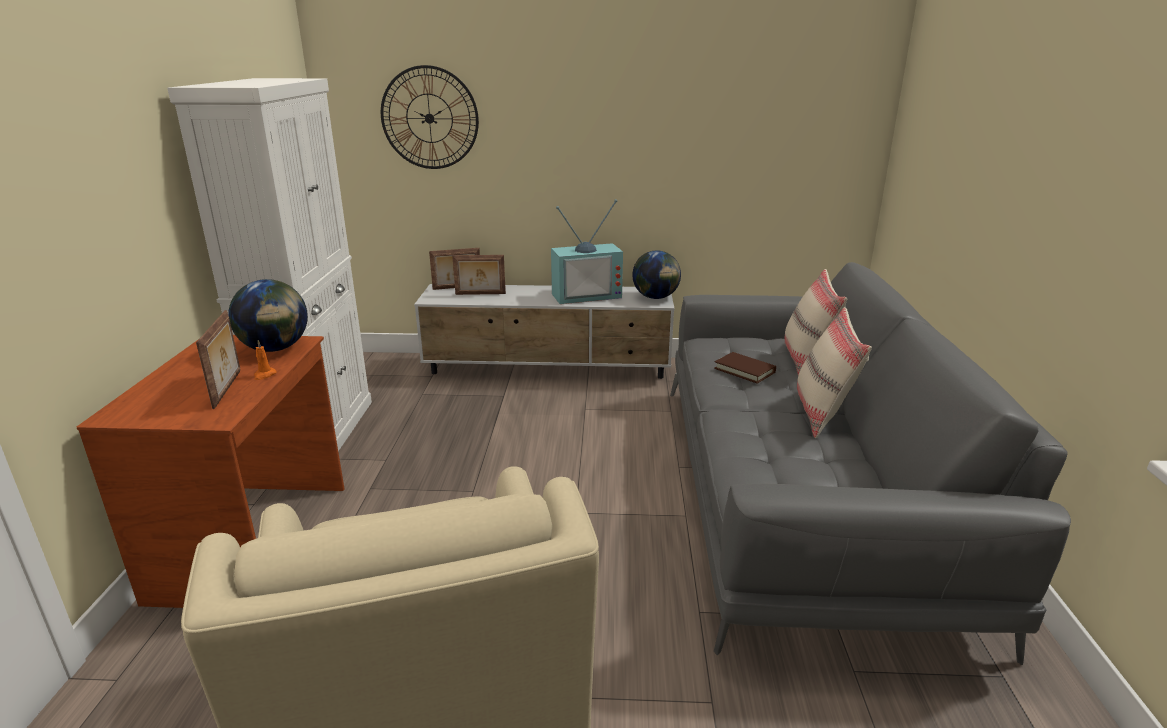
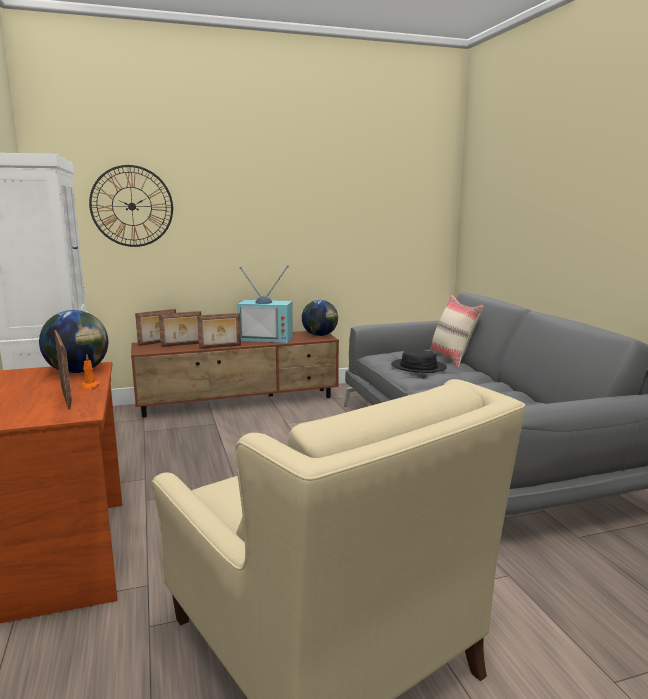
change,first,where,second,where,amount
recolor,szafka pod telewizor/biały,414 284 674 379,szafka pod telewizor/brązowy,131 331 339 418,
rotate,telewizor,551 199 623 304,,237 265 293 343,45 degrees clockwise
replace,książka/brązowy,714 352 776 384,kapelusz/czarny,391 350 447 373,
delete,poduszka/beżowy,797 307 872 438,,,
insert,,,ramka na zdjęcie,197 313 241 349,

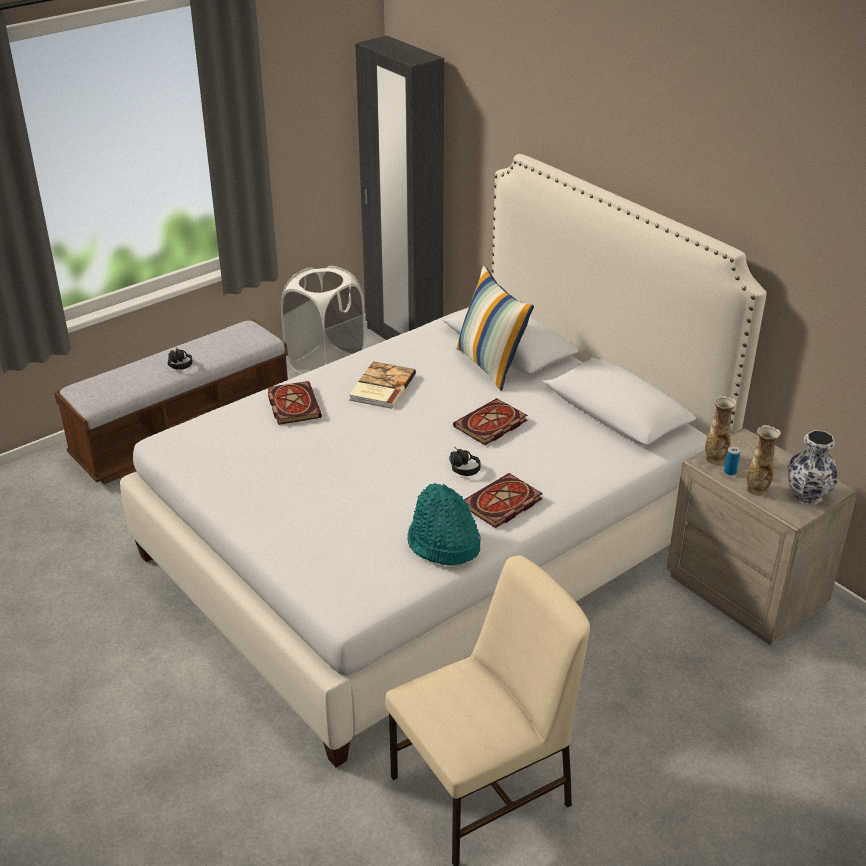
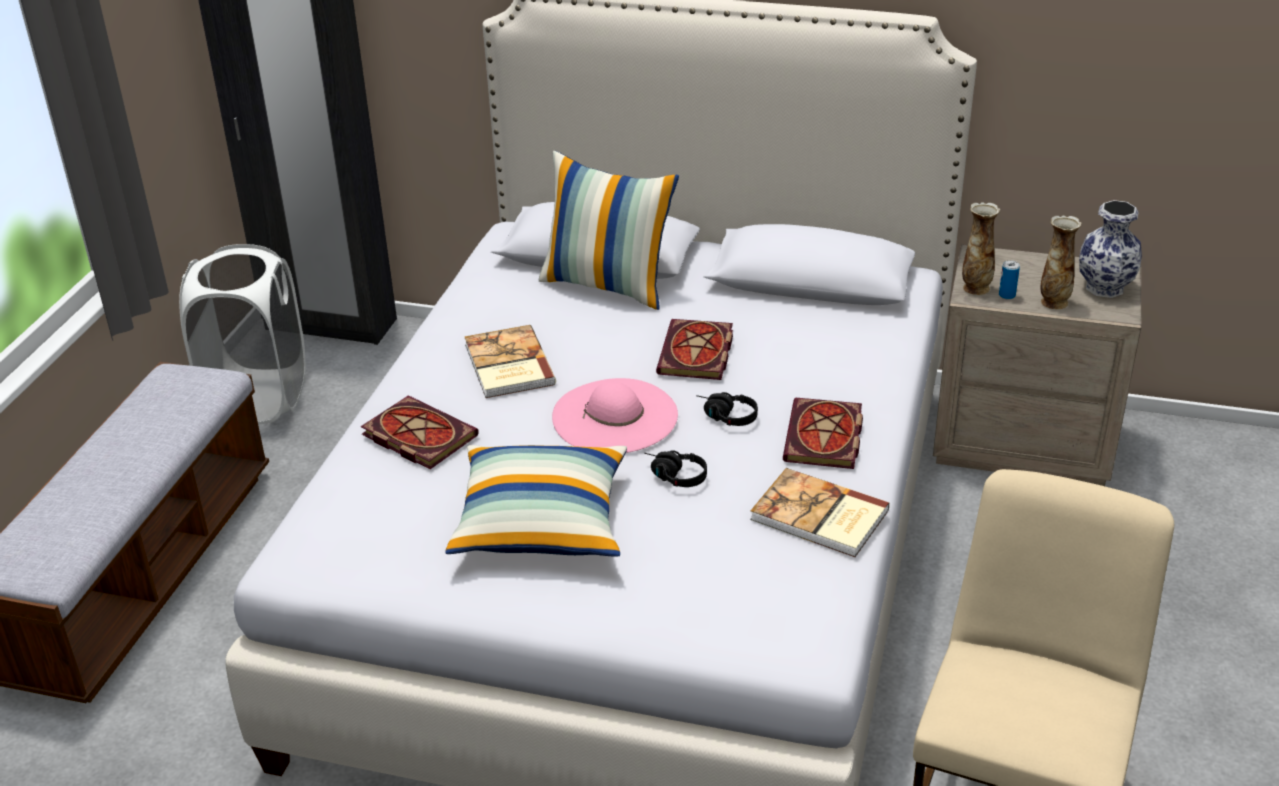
change,first,where,second,where,amount
move,słuchawki/czarny,168 348 193 370,,644 450 707 487,
replace,kapelusz/turkusowy,407 483 481 565,książka,750 468 890 557,
insert,,,poduszka,445 445 627 557,
insert,,,kapelusz/różowy,552 378 678 453,

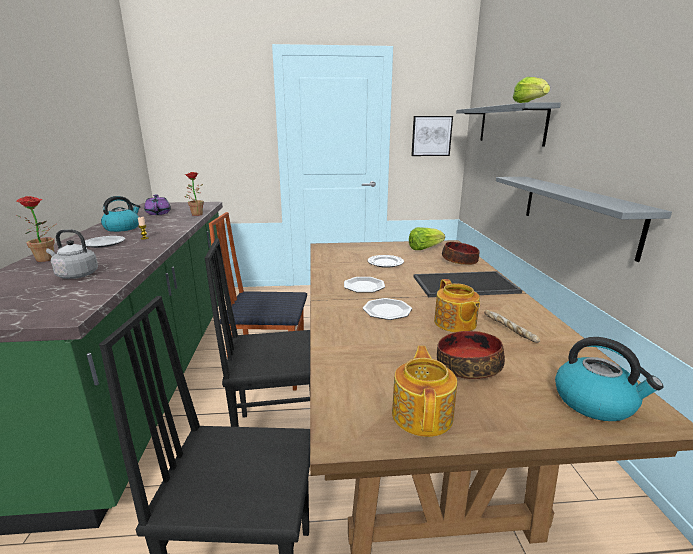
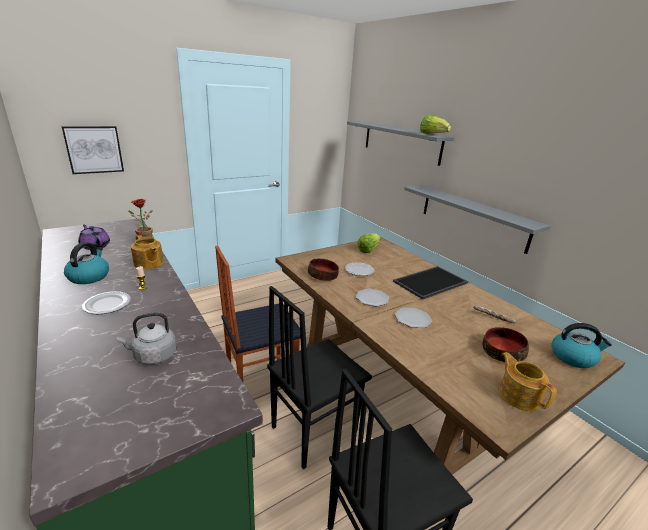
change,first,where,second,where,amount
delete,roślina doniczkowa,16 196 56 262,,,
move,obraz,411 116 453 156,,62 126 124 174,
move,imbryk,434 279 480 332,,131 235 164 270,
move,miska,442 242 480 265,,308 259 339 281,

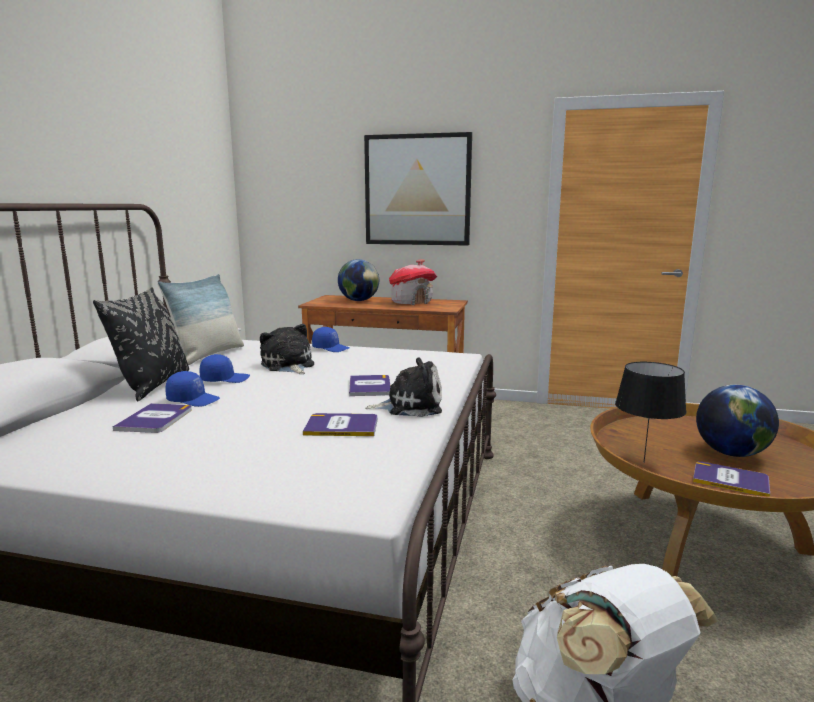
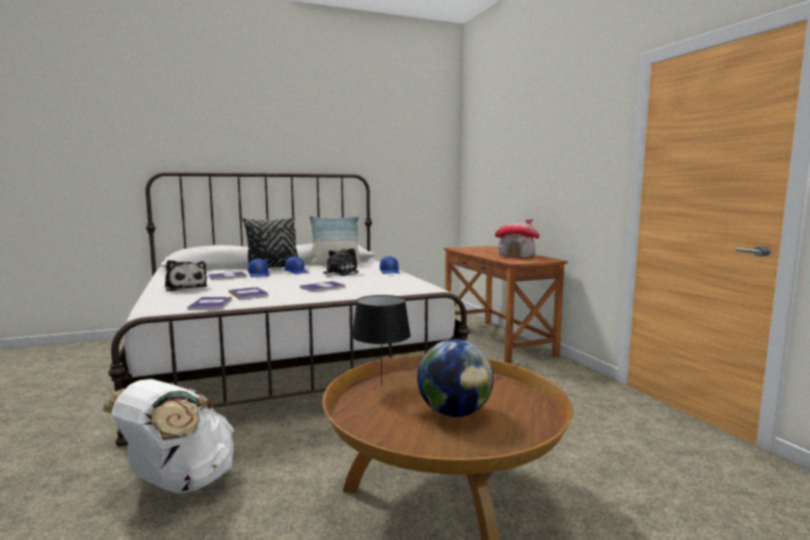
change,first,where,second,where,amount
delete,globus,338 259 379 301,,,
delete,obraz,364 132 472 246,,,
move,pluszak,365 357 442 417,,165 260 207 291,
move,książka,693 461 770 497,,187 297 232 310,

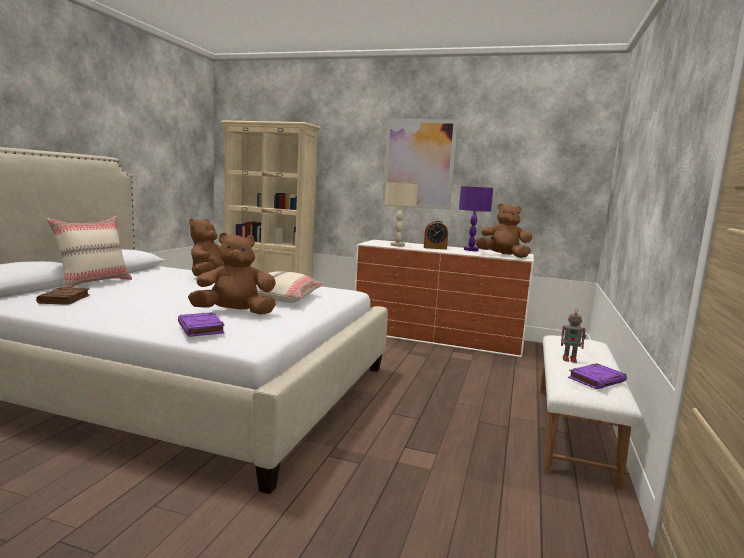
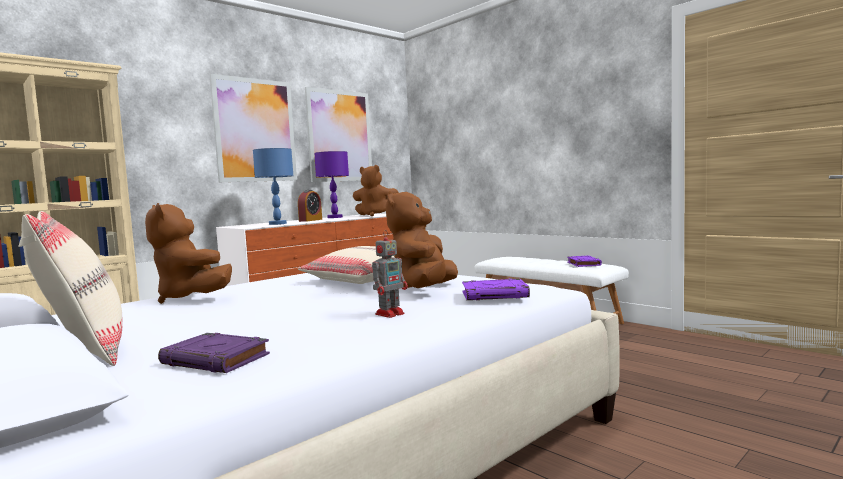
change,first,where,second,where,amount
recolor,książka/brązowy,36 287 90 305,książka/fioletowy,158 333 270 373,
recolor,lampa stołowa/beżowy,385 182 418 247,lampa stołowa/niebieski,253 148 293 225,
rotate,pluszak/brązowy,475 203 532 258,,353 165 399 216,120 degrees counterclockwise
move,robot zabawkowy,561 308 586 363,,372 230 408 318,
insert,,,obraz,305 87 372 182,

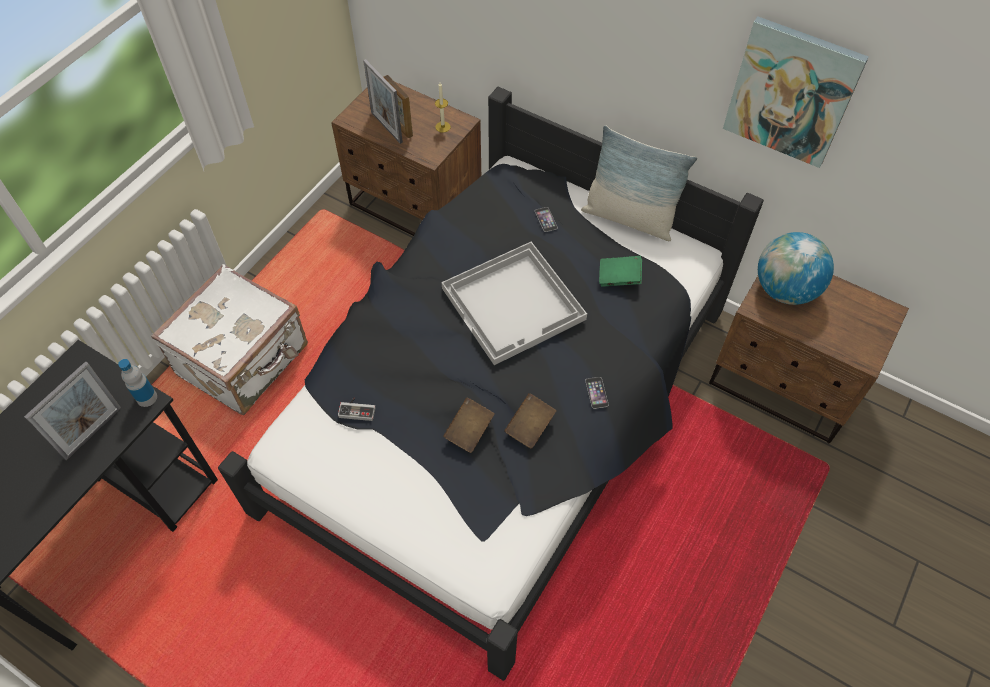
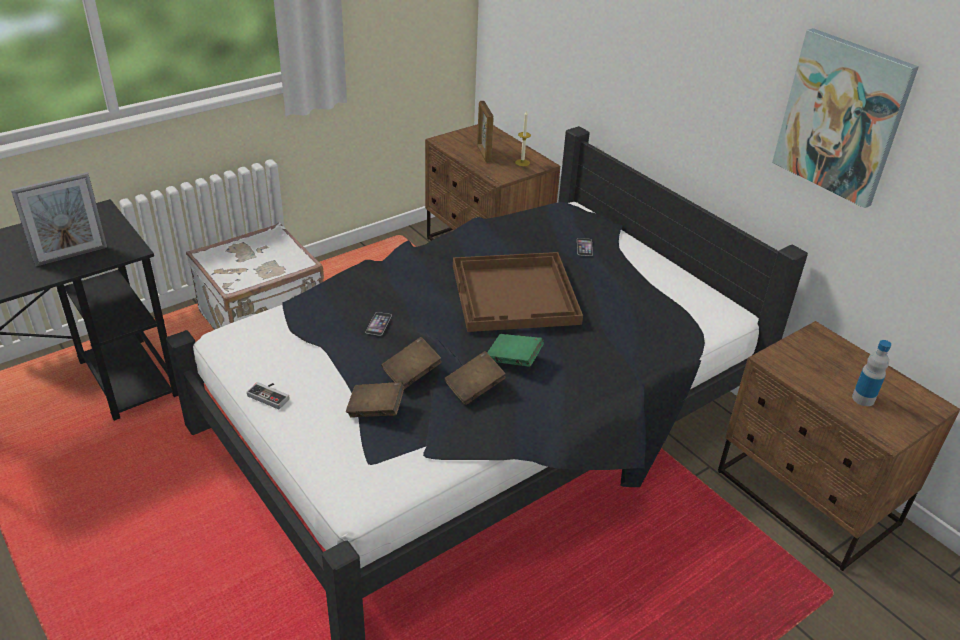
change,first,where,second,where,amount
move,butelka,118 359 157 407,,852 340 891 406,
move,pad do gier,338 398 376 421,,247 382 289 409,
delete,ramka na zdjęcie,363 59 403 144,,,
recolor,taca/biały,442 242 587 365,taca/brązowy,453 252 583 332,
delete,poduszka,581 125 697 241,,,
move,telefon,585 377 609 409,,365 312 392 336,
move,książka/zielony,599 256 642 287,,487 334 544 367,
delete,globus,758 232 834 305,,,
insert,,,książka/brązowy,346 382 404 418,

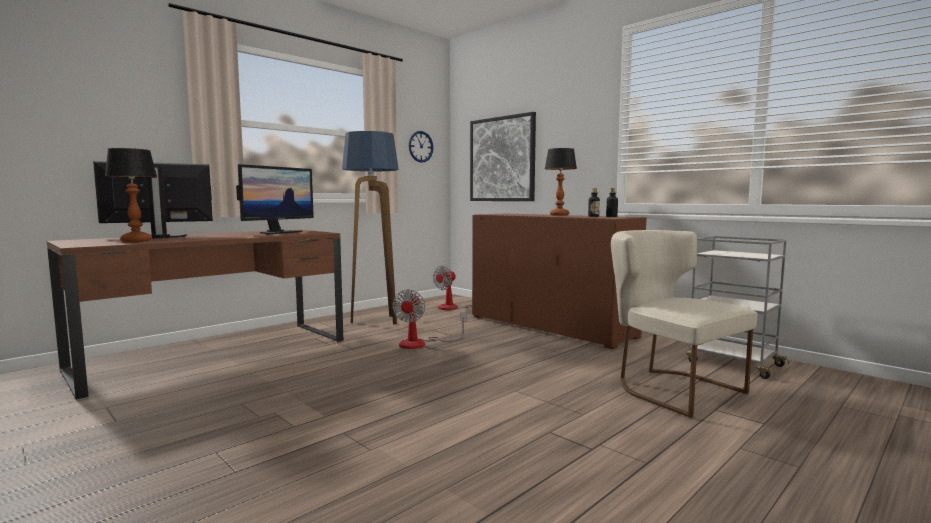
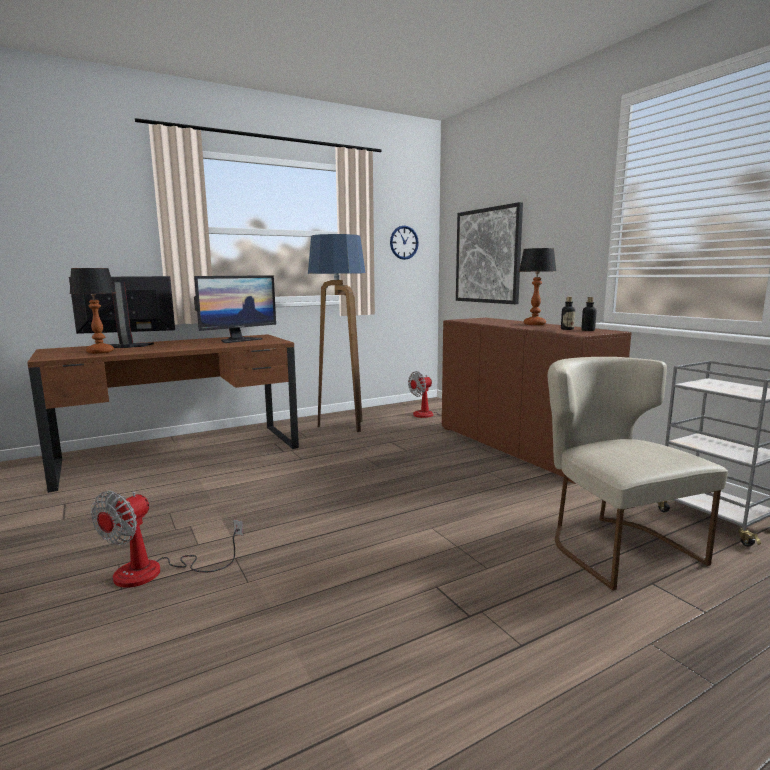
change,first,where,second,where,amount
move,wentylator,392 290 467 349,,91 491 243 587,

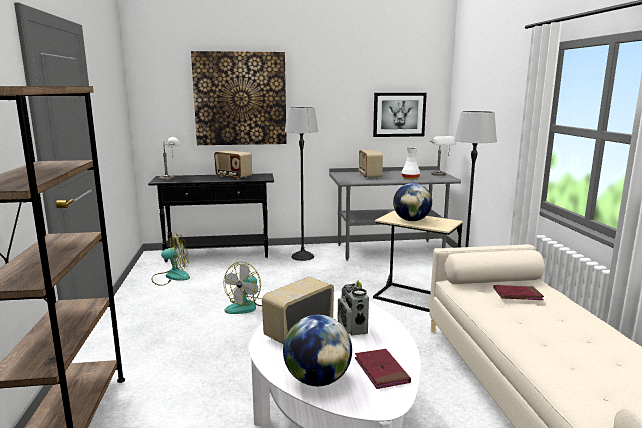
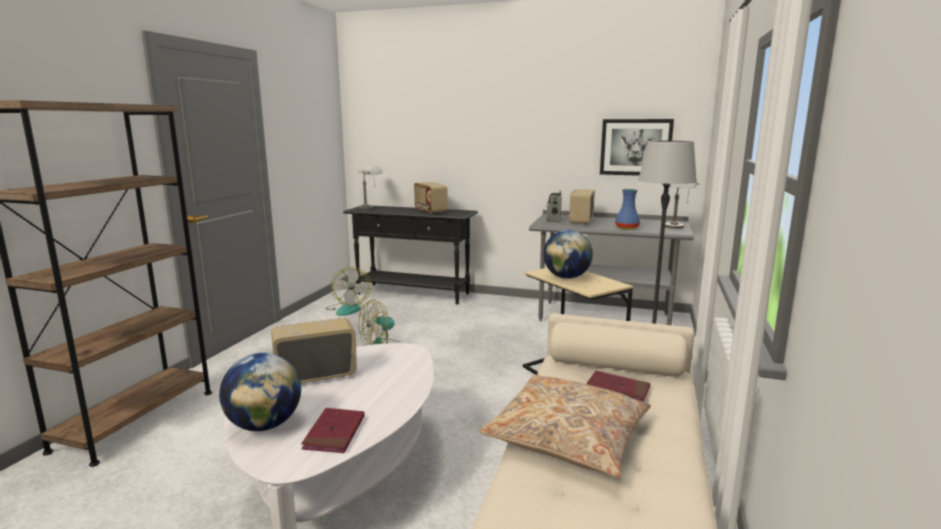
change,first,where,second,where,amount
rotate,wentylator,151 233 190 286,,326 267 371 316,60 degrees clockwise
delete,obraz,191 51 287 145,,,
delete,lampa stojąca,285 107 318 261,,,
move,radio,338 281 369 336,,546 190 562 222,
recolor,wazon/biały,401 148 420 179,wazon/niebieski,615 189 640 230,
insert,,,poduszka/beżowy,479 374 651 478,

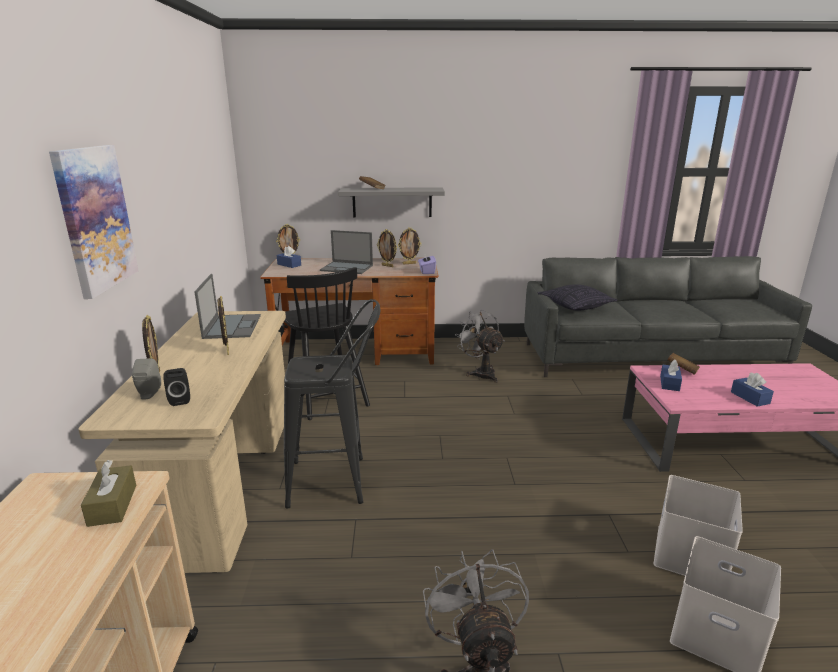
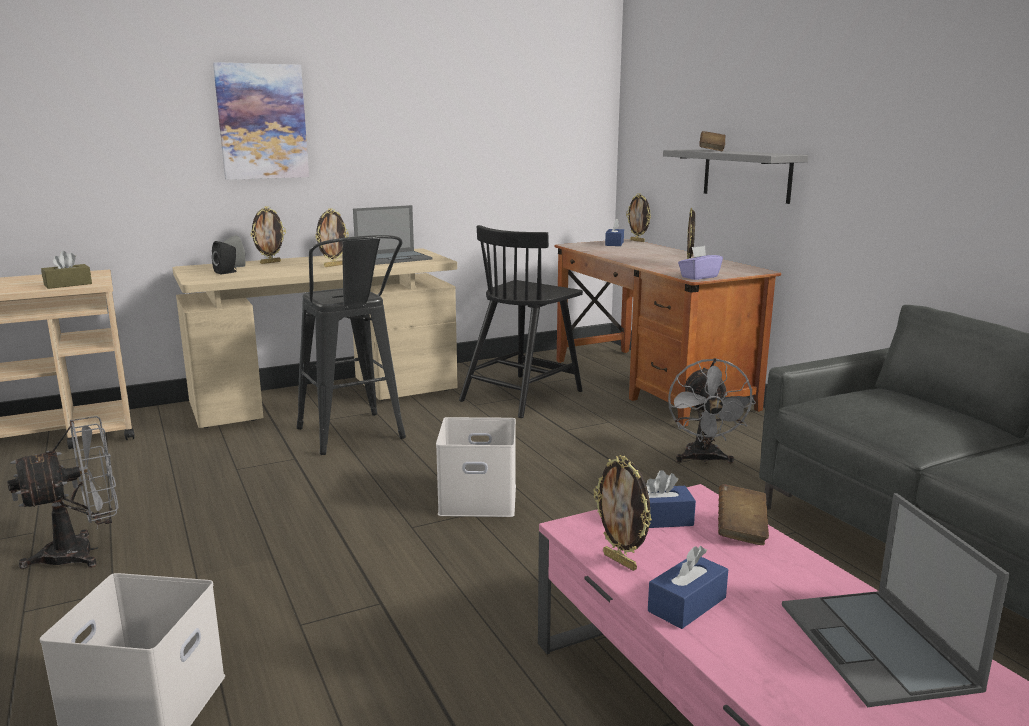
change,first,where,second,where,amount
move,laptop,320 230 373 274,,782 493 1010 707,
move,ramka na zdjęcie,398 227 421 264,,593 455 652 571,
rotate,wentylator/szary,455 310 505 383,,668 358 756 464,150 degrees clockwise
delete,poduszka,537 284 618 311,,,
move,pojemnik do przechowywania/biały,654 475 743 576,,436 417 516 517,

